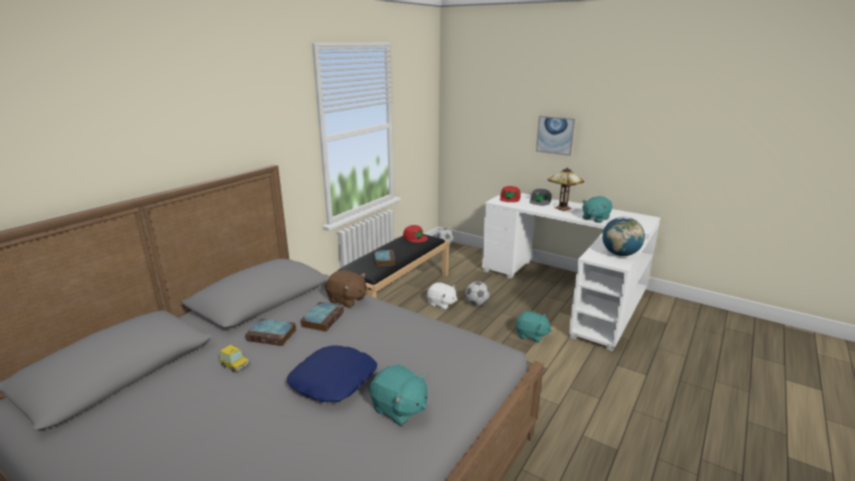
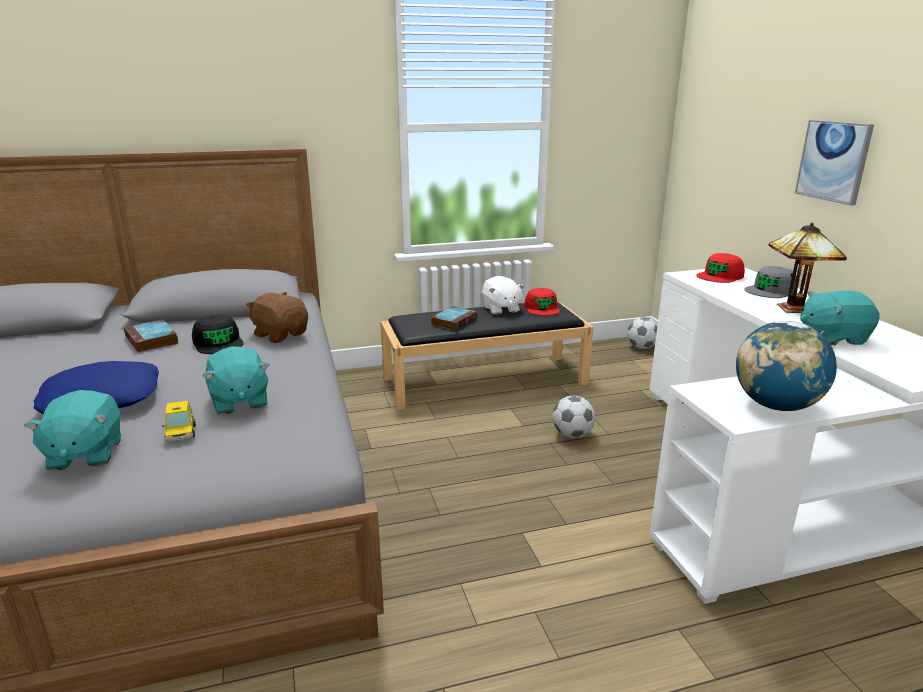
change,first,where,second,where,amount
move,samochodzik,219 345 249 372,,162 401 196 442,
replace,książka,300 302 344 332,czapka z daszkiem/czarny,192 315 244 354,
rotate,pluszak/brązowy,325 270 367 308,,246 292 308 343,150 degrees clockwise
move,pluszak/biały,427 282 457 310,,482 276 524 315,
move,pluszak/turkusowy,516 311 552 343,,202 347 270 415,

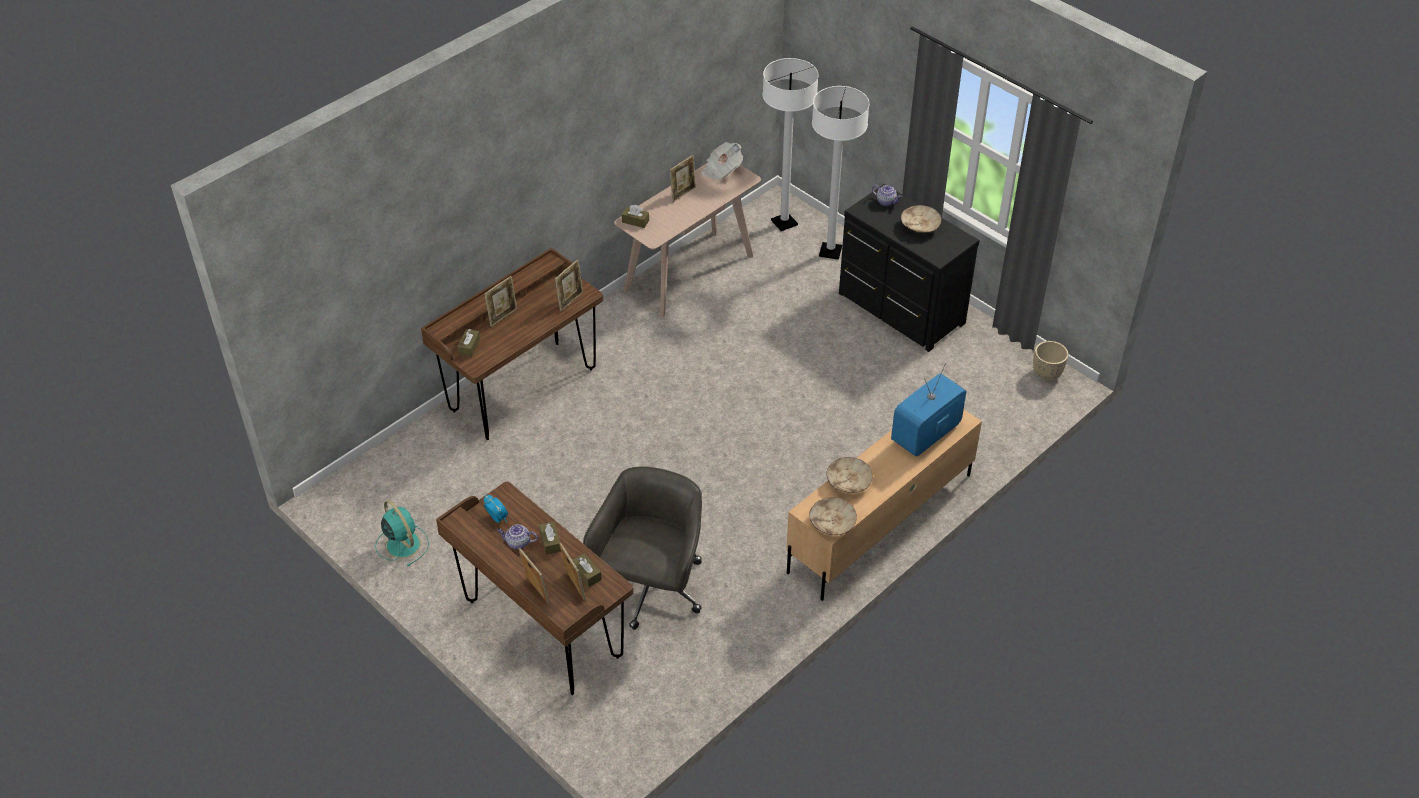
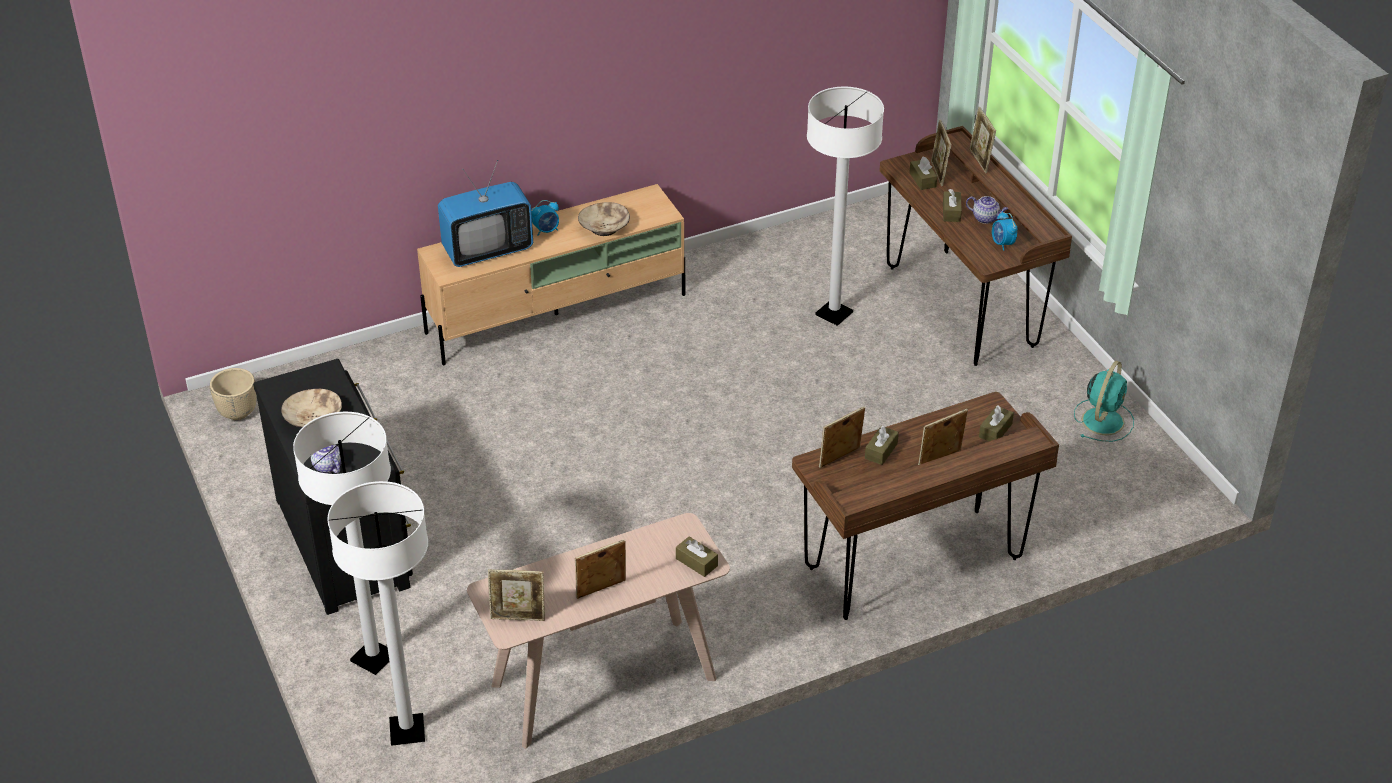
change,first,where,second,where,amount
rotate,wentylator/turkusowy,375 500 429 566,,1074 361 1134 442,135 degrees counterclockwise
replace,krzesło biurowe/szary,583 466 702 630,lampa stojąca/biały,807 87 884 326,
replace,gazeta,701 142 743 181,ramka na zdjęcie,488 569 545 621,
delete,miska/beżowy,809 497 857 535,,,
insert,,,budzik,531 200 559 236,
insert,,,pudełko chusteczek/brązowy,865 426 899 465,

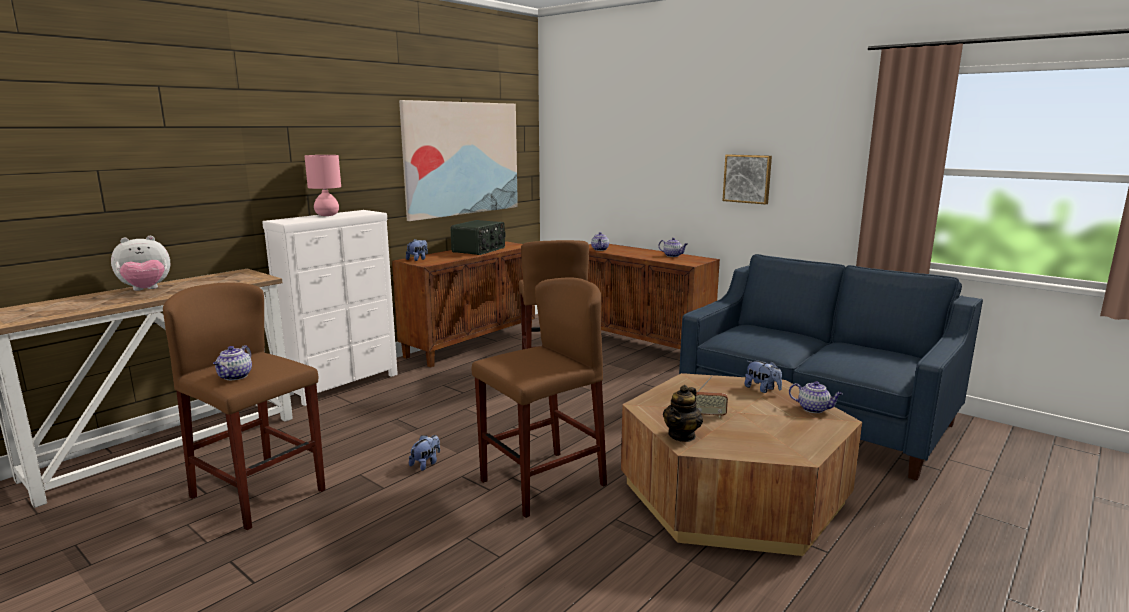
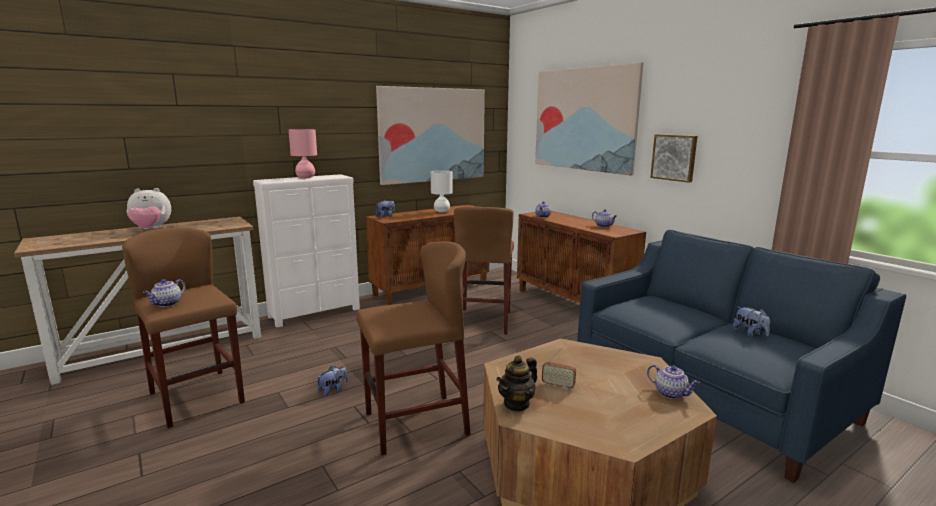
change,first,where,second,where,amount
replace,radio,451 220 505 255,lampa stołowa/biały,431 170 453 212,
move,pluszak,744 361 782 393,,733 307 770 337,
insert,,,obraz,535 62 644 176,

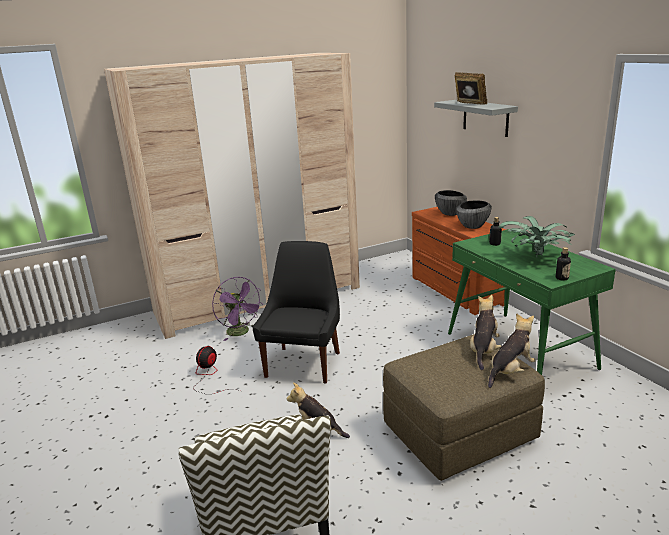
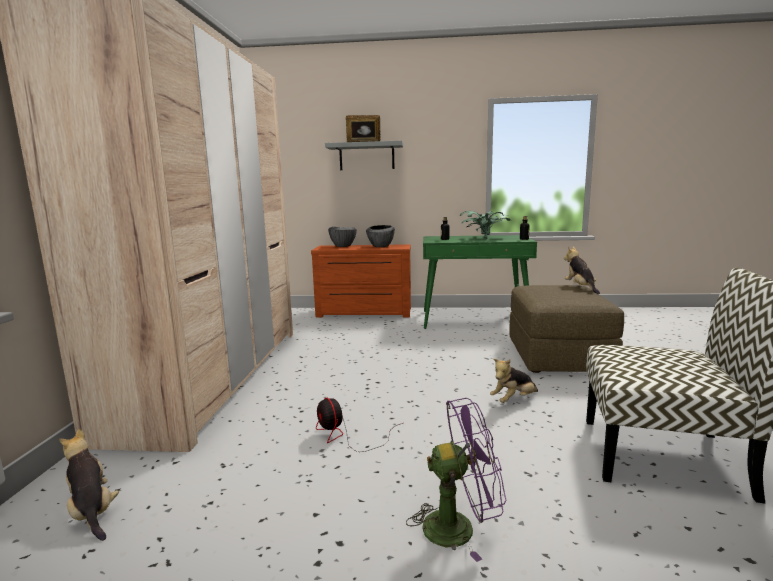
change,first,where,second,where,amount
move,wentylator/fioletowy,212 277 263 341,,406 398 506 562,
delete,krzesło/czarny,253 241 340 383,,,
move,pluszak,470 295 501 370,,59 429 119 541,

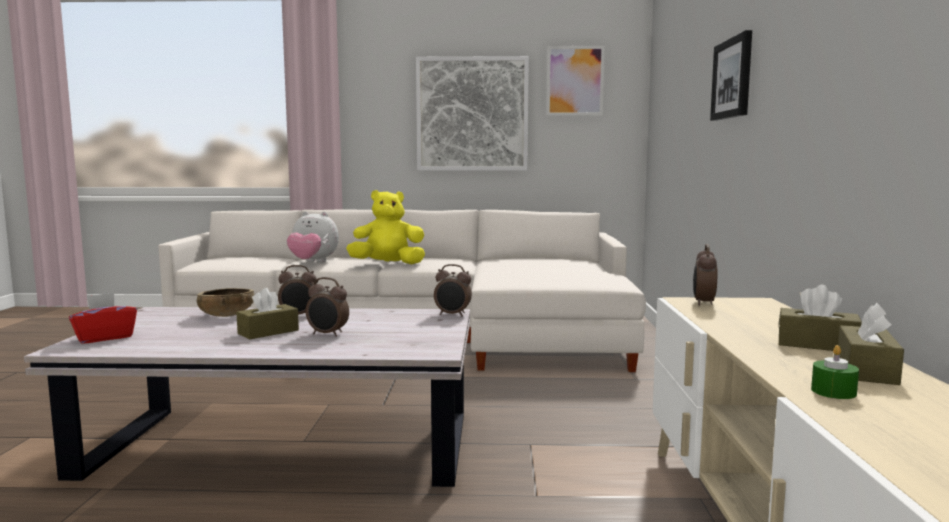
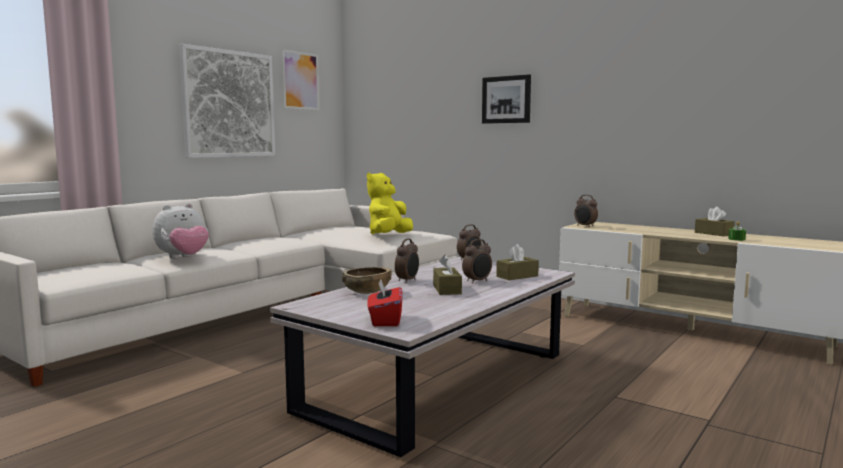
change,first,where,second,where,amount
move,pluszak/żółty,346 190 425 265,,367 172 413 235,
move,pudełko chusteczek/brązowy,778 285 862 351,,496 244 539 280,

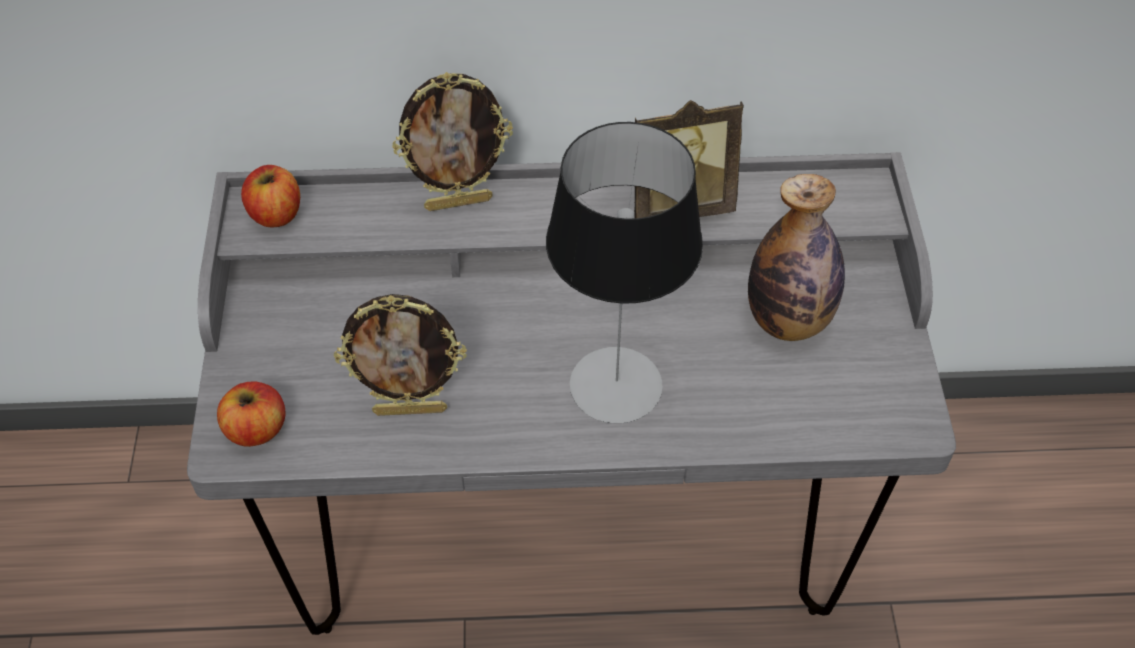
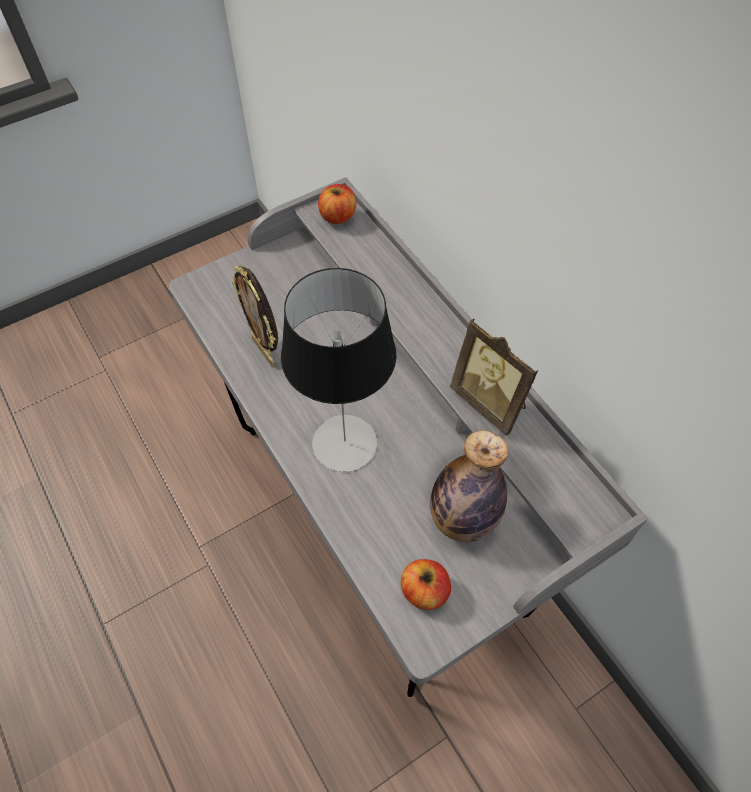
change,first,where,second,where,amount
move,jabłko,217 382 286 447,,401 559 451 610,
delete,ramka na zdjęcie,392 72 513 211,,,

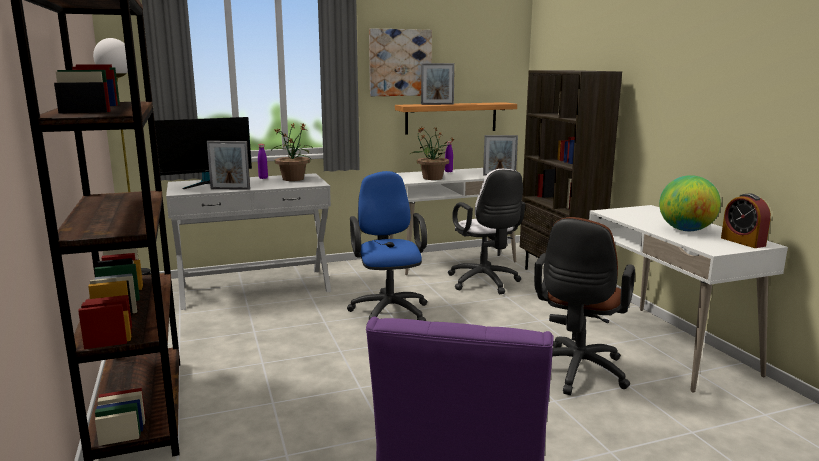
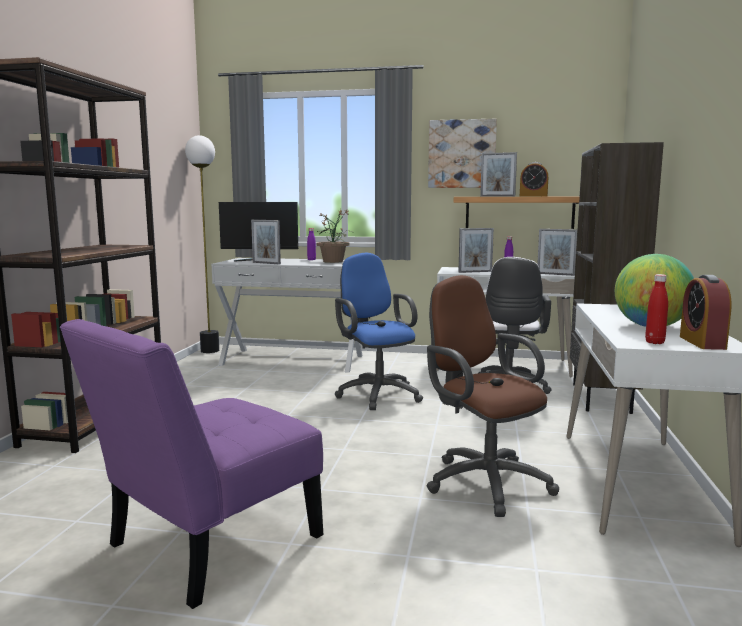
change,first,where,second,where,amount
rotate,krzesło biurowe/niebieski,347 171 428 326,,335 253 423 410,45 degrees counterclockwise
replace,roślina doniczkowa,410 127 454 180,ramka na zdjęcie,458 228 494 273,
rotate,krzesło biurowe/brązowy,534 217 635 395,,427 275 559 517,90 degrees clockwise
insert,,,budzik,520 162 548 197,
insert,,,butelka/czerwony,645 274 668 344,

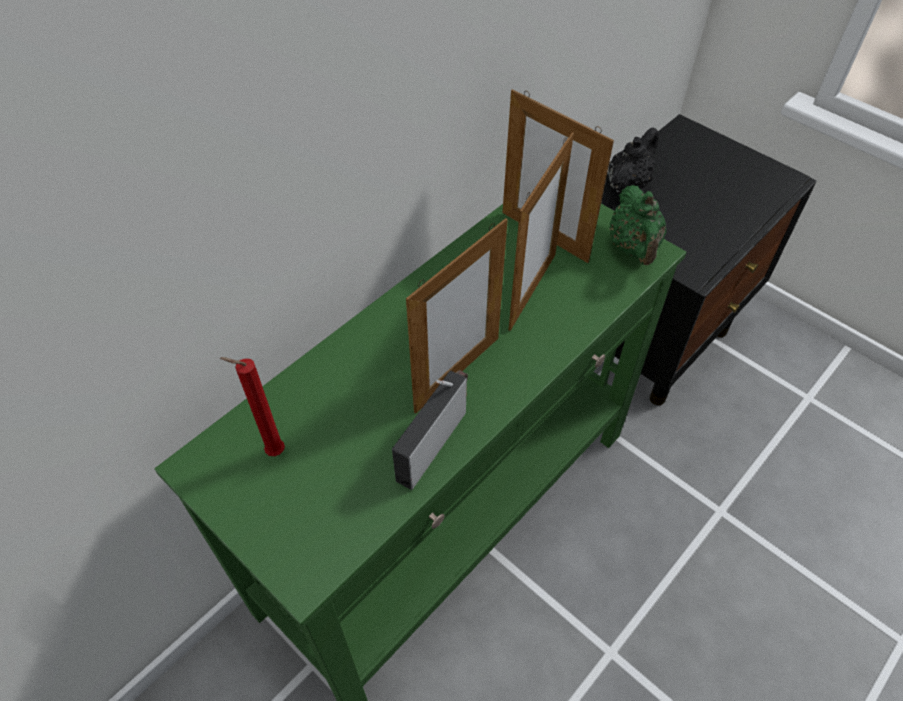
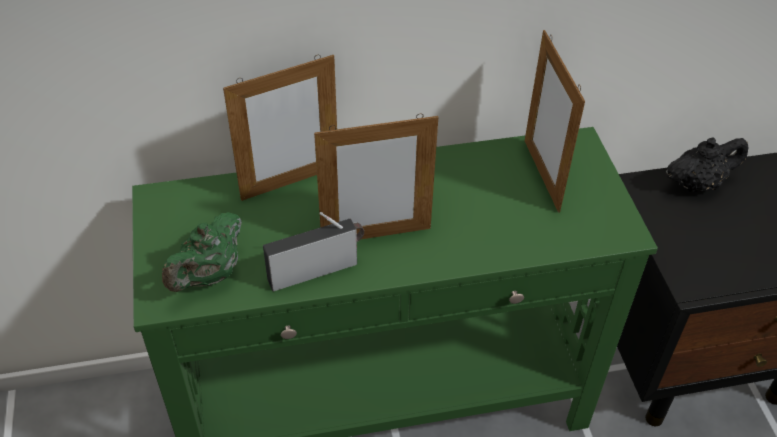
change,first,where,second,where,amount
delete,świeca/czerwony,220 357 285 456,,,
move,ramka na zdjęcie,508 132 574 331,,223 55 337 201,
move,imbryk/zielony,609 185 667 265,,162 212 242 292,

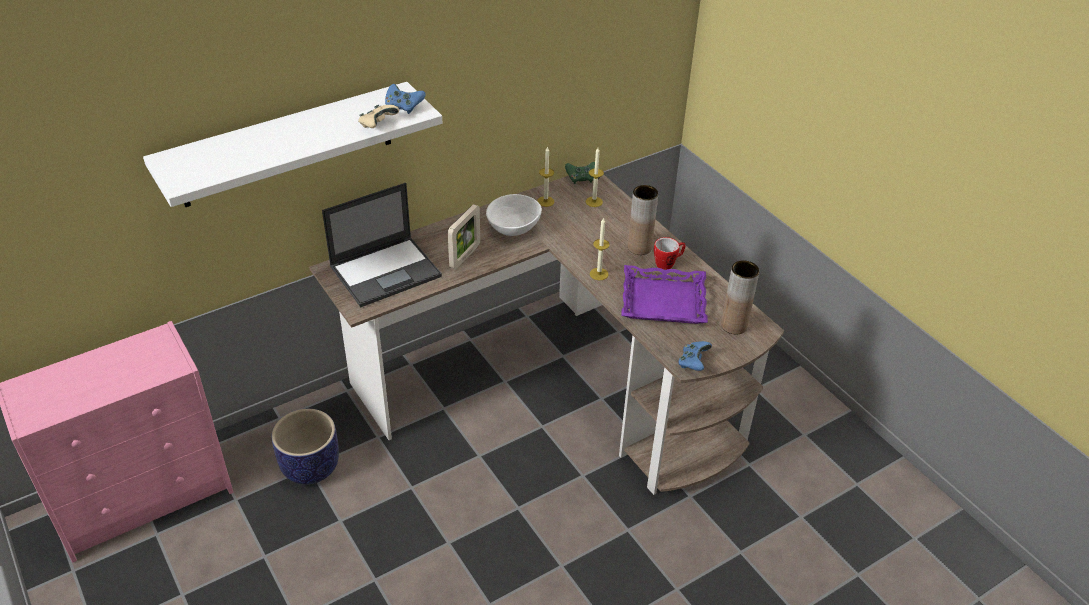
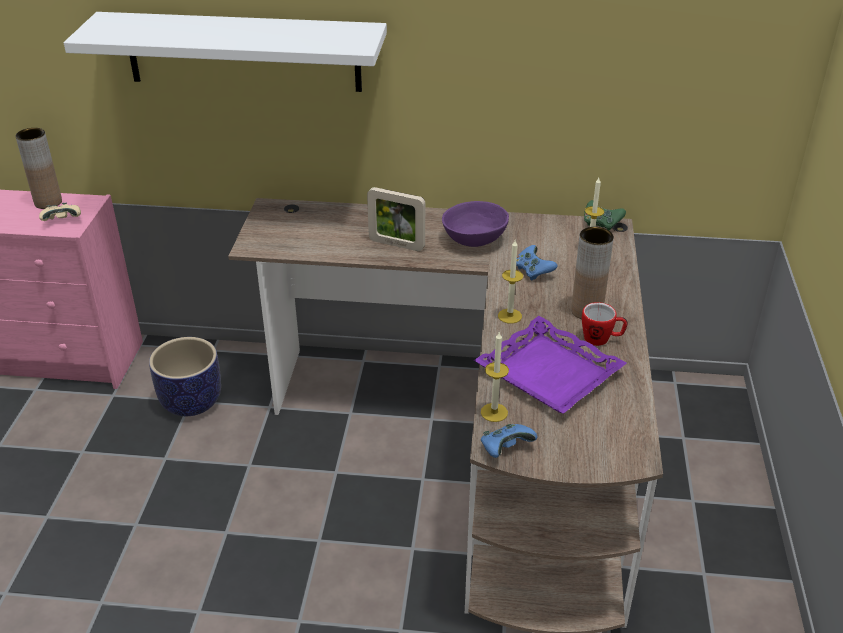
change,first,where,second,where,amount
delete,laptop,322 183 442 307,,,
move,pad do gier/beżowy,358 105 399 128,,39 203 81 221,
move,pad do gier/niebieski,385 84 426 114,,516 245 558 281,
rotate,ramka na zdjęcie,448 204 480 270,,367 187 425 251,45 degrees clockwise
recolor,miska/biały,486 194 542 236,miska/fioletowy,442 201 509 247,
move,świeca,537 146 554 207,,481 332 509 422,
move,wazon/brązowy,721 260 760 334,,15 128 62 209,

